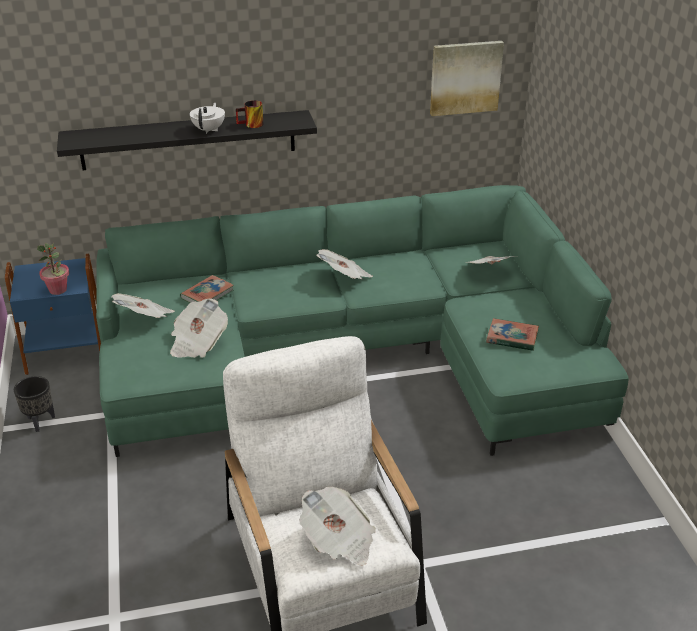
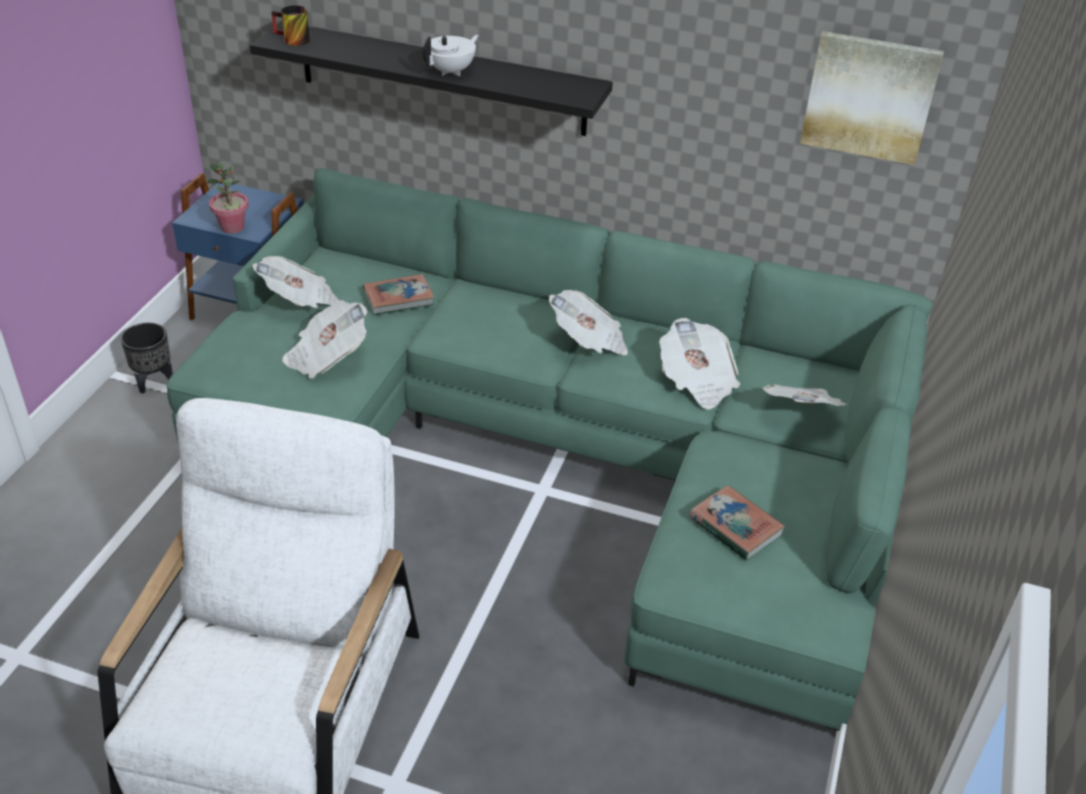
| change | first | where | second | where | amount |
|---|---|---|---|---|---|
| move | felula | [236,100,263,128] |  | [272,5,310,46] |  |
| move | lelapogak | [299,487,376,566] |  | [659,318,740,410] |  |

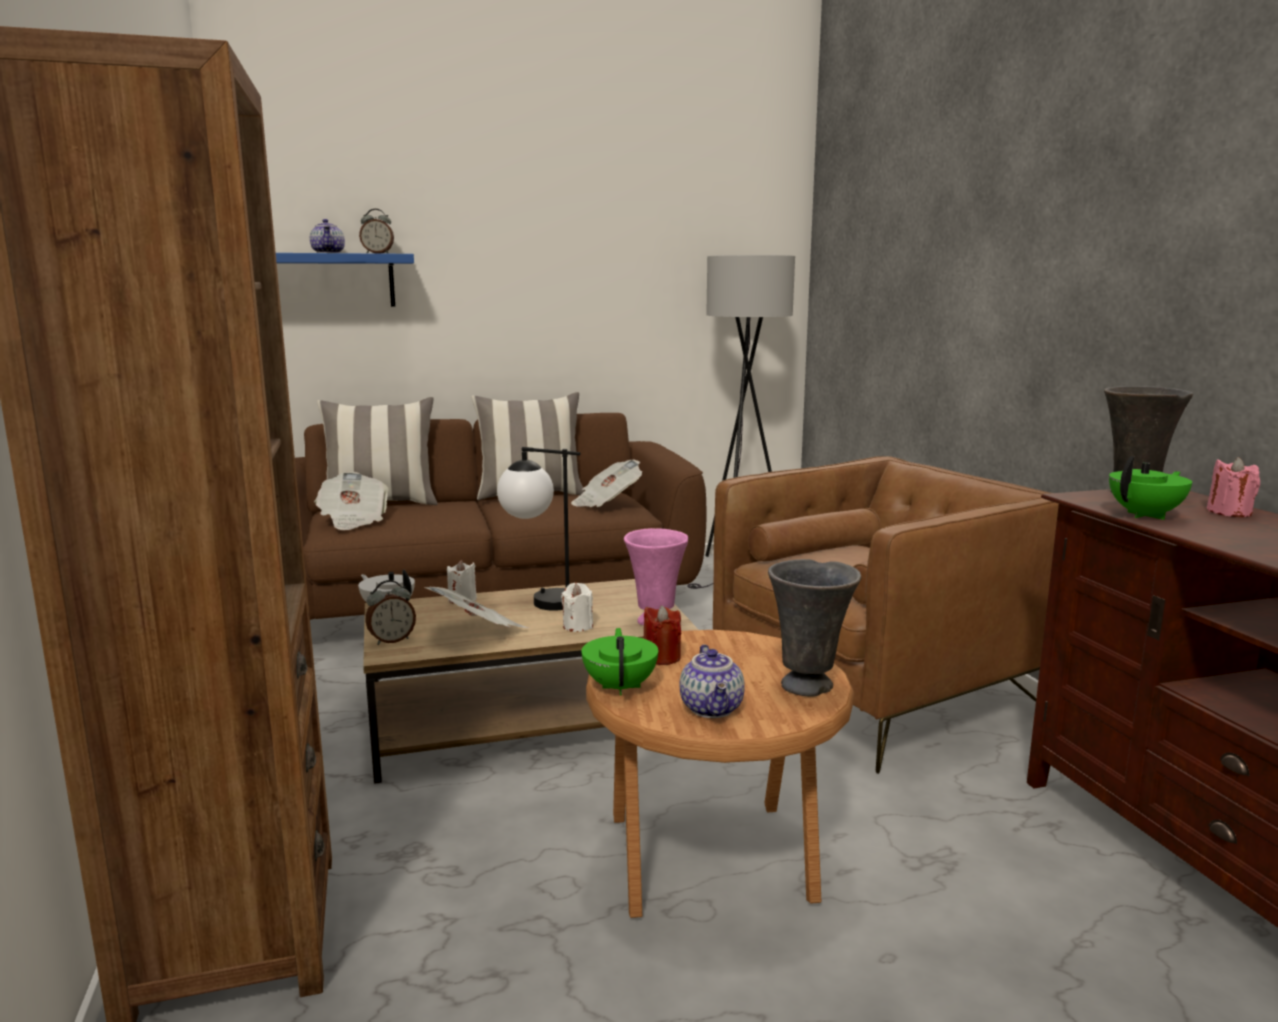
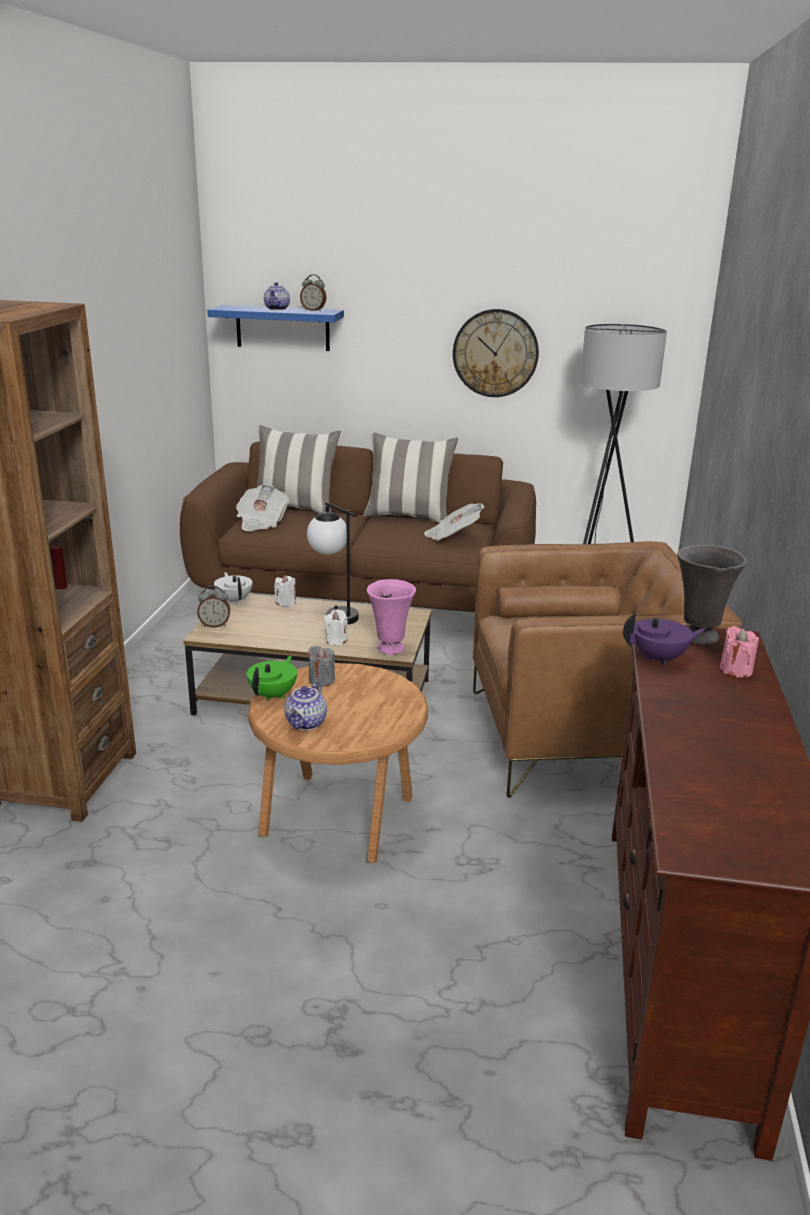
| change | first | where | second | where | amount |
|---|---|---|---|---|---|
| recolor | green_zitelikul | [1109,456,1192,520] | purple_zitelikul | [623,613,706,666] |  |
| delete | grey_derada | [768,559,861,697] |  |  |  |
| delete | lelapogak | [424,587,529,628] |  |  |  |
| recolor | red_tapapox | [644,605,681,665] | grey_tapapox | [308,645,335,687] |  |
| insert |  |  | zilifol | [453,309,539,397] |  |

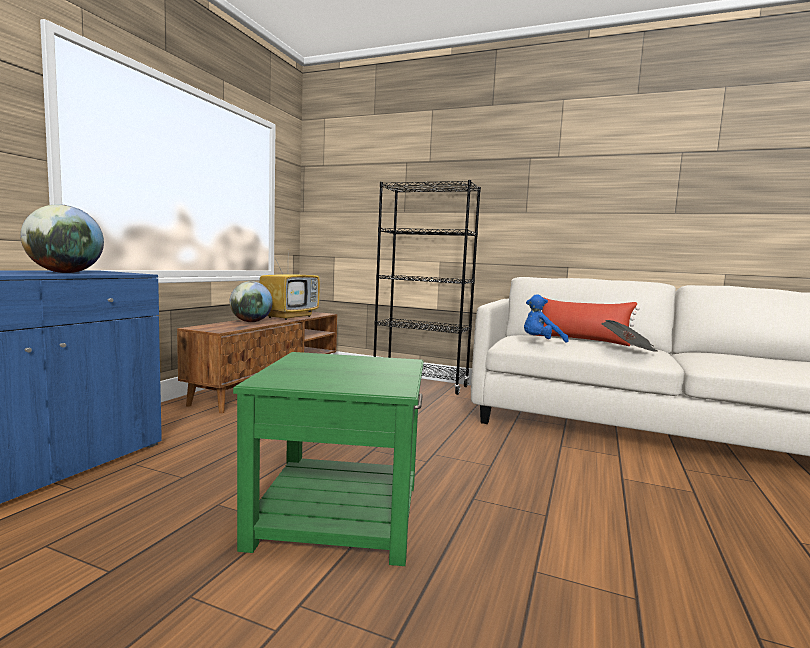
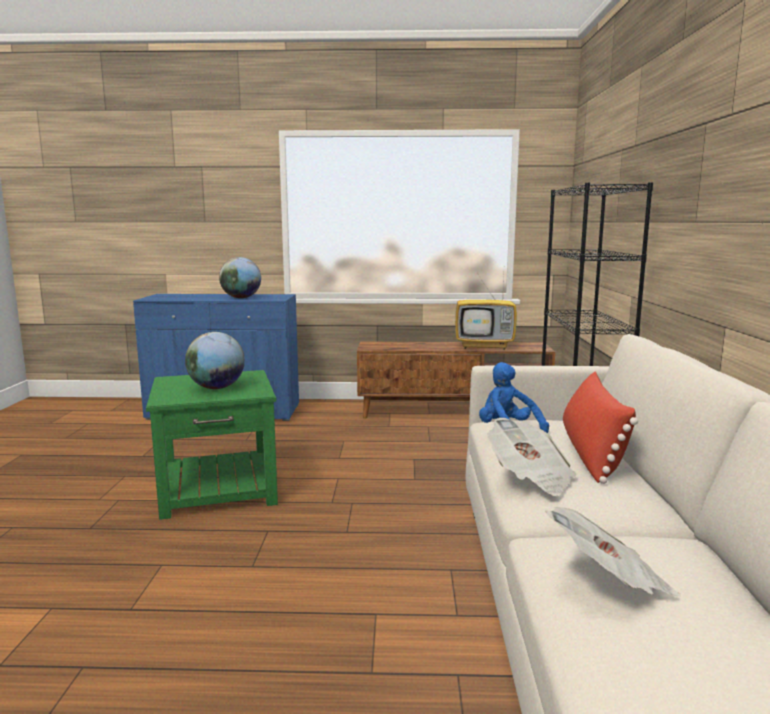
| change | first | where | second | where | amount |
|---|---|---|---|---|---|
| move | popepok | [230,281,273,322] |  | [185,332,245,389] |  |
| insert |  |  | lelapogak | [545,507,681,596] |  |

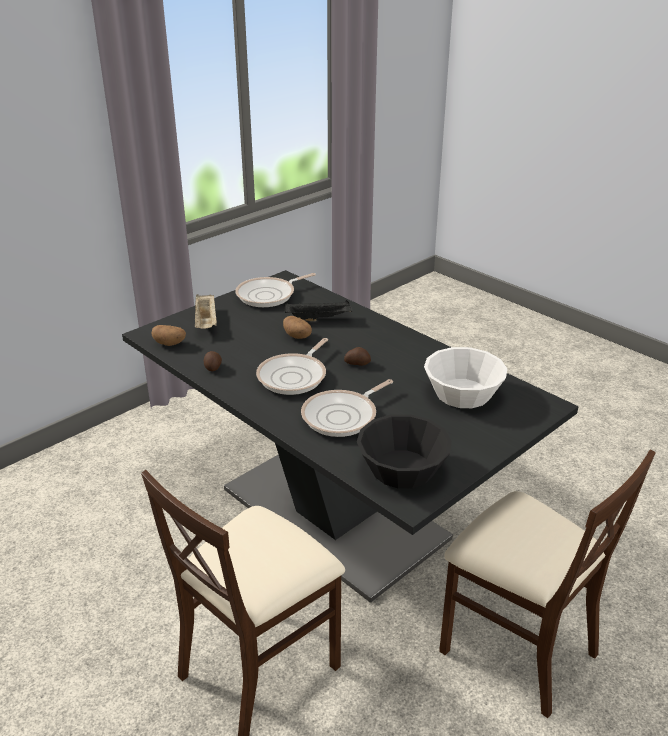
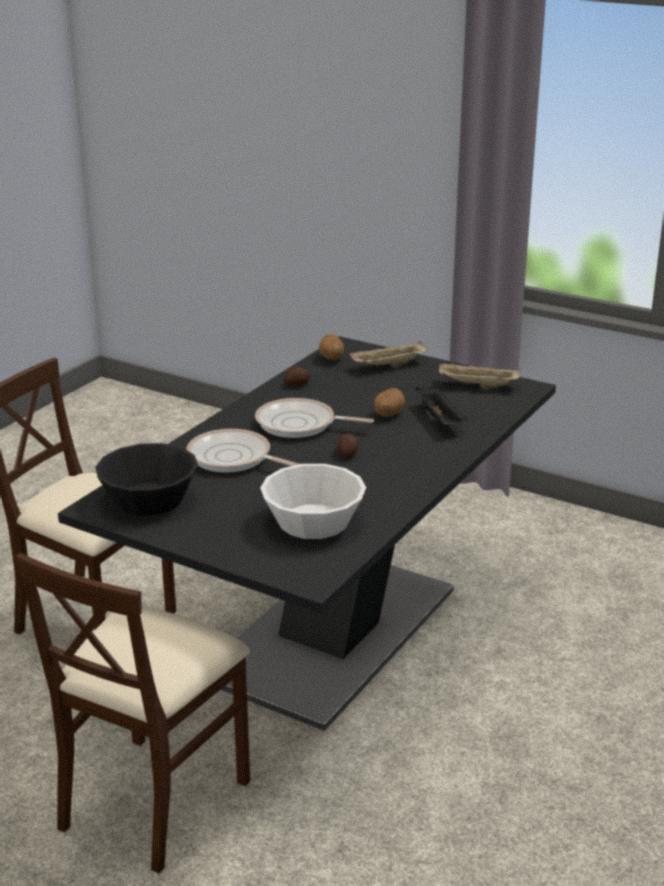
| change | first | where | second | where | amount |
|---|---|---|---|---|---|
| replace | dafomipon | [235,273,316,307] | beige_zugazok | [439,363,521,388] |  |

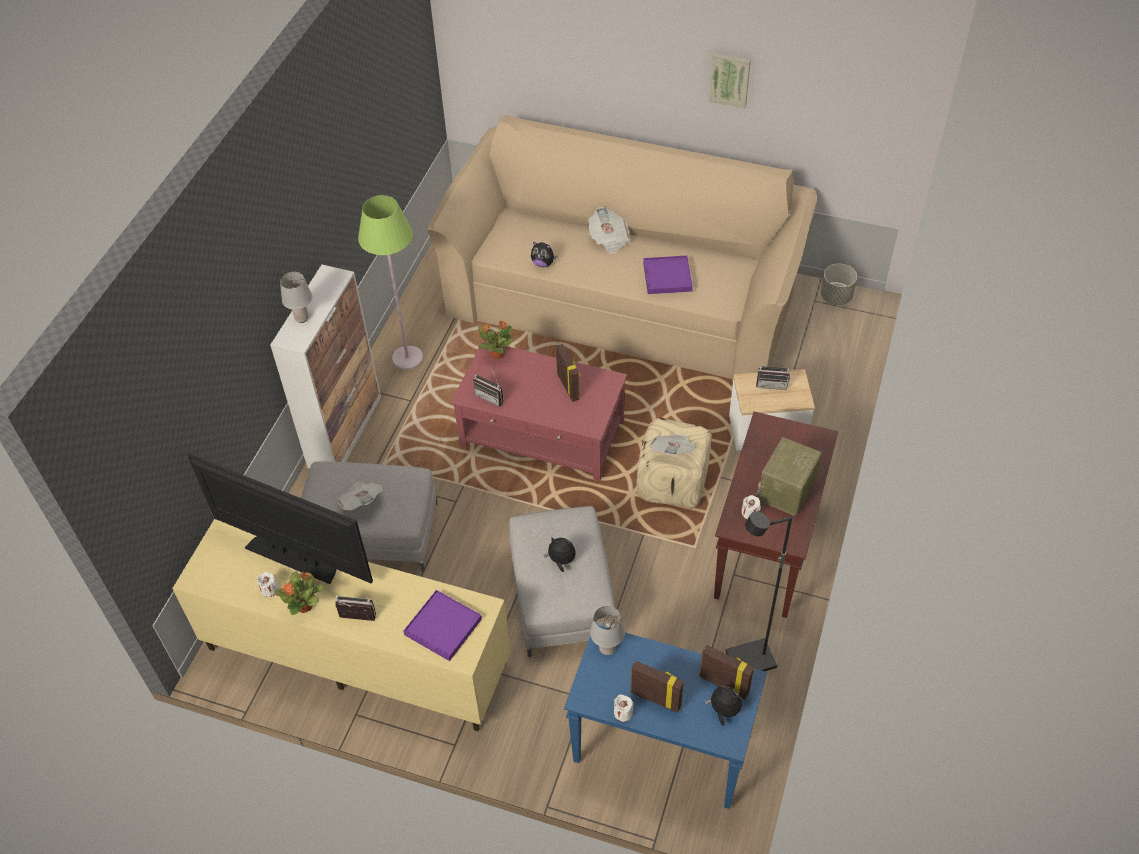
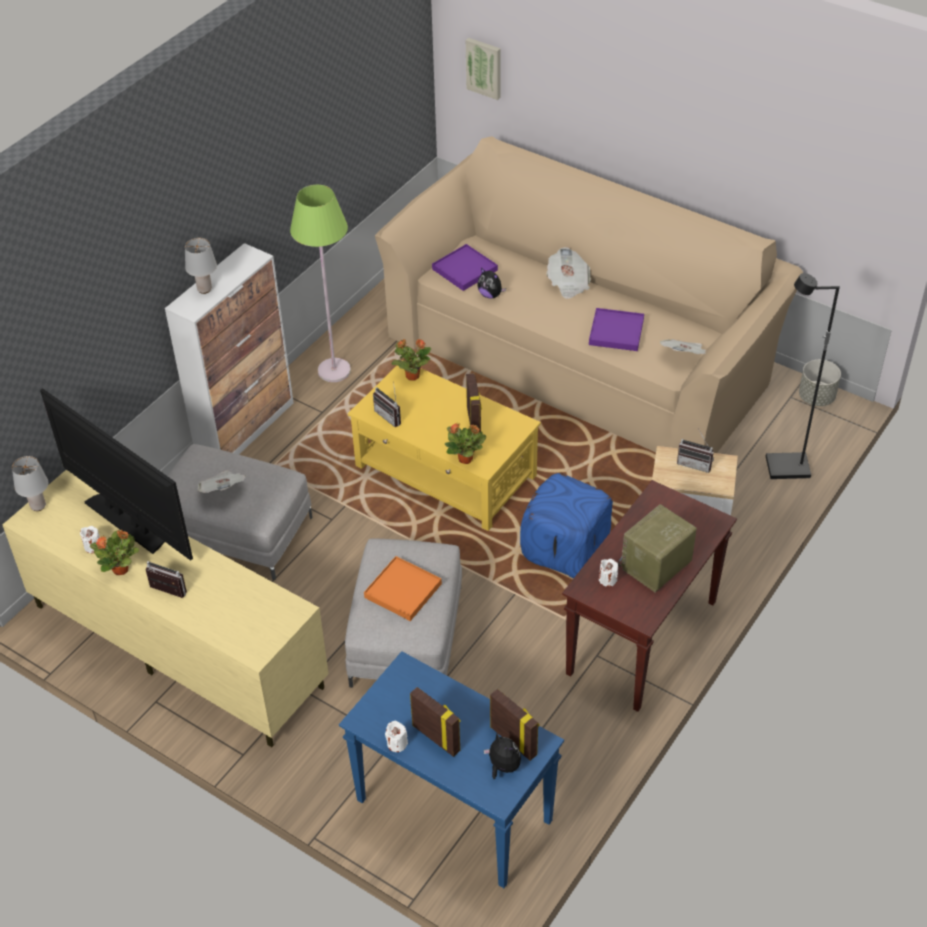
| change | first | where | second | where | amount |
|---|---|---|---|---|---|
| move | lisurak | [709,53,751,108] |  | [466,38,501,100] |  |
| recolor | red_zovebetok | [451,341,627,481] | yellow_zovebetok | [348,360,541,531] |  |
| recolor | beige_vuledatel | [636,417,712,509] | blue_vuledatel | [520,473,613,579] |  |
| move | lelapogak | [649,434,696,455] |  | [660,339,706,354] |  |
| move | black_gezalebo | [726,511,792,671] |  | [766,273,840,479] |  |
| replace | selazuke | [544,538,576,572] | orange_zugazok | [364,556,442,621] |  |
| move | purple_zugazok | [403,590,482,661] |  | [432,244,498,291] |  |
| move | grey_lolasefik | [590,606,625,655] |  | [12,456,48,511] |  |
| insert |  |  | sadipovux | [445,423,486,464] |  |

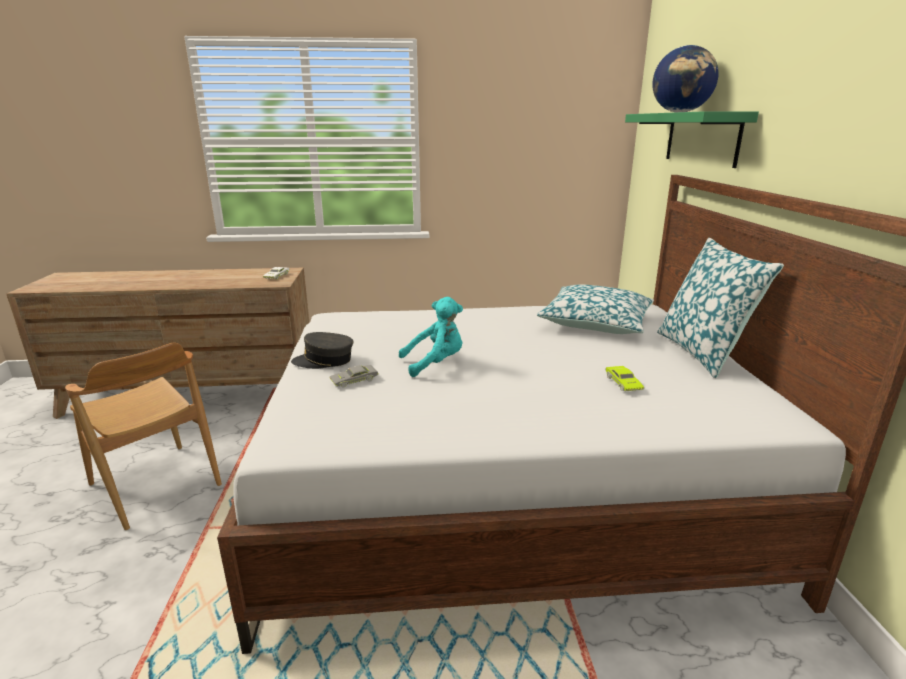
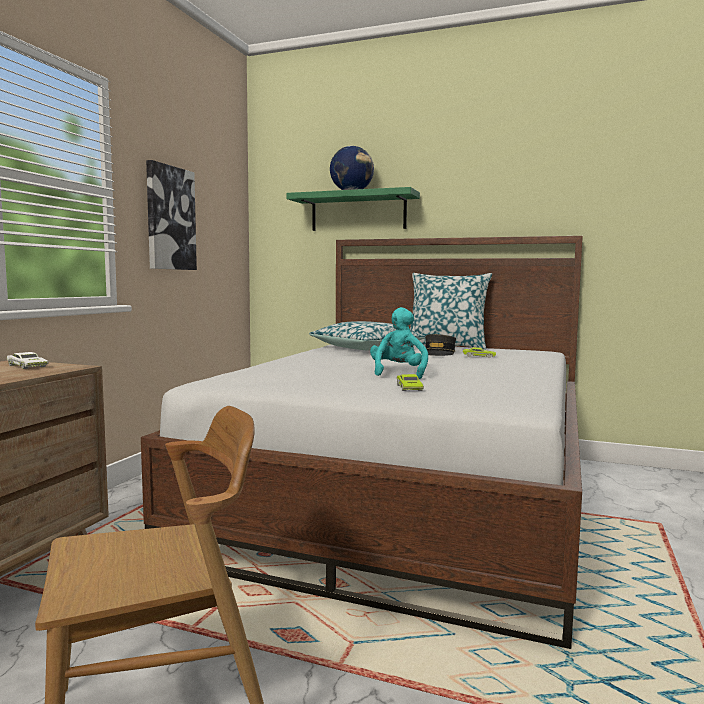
| change | first | where | second | where | amount |
|---|---|---|---|---|---|
| move | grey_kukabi | [291,332,353,369] |  | [425,334,456,356] |  |
| recolor | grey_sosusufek | [329,365,379,388] | green_sosusufek | [397,374,424,391] |  |
| insert |  |  | lisurak | [146,160,197,270] |  |

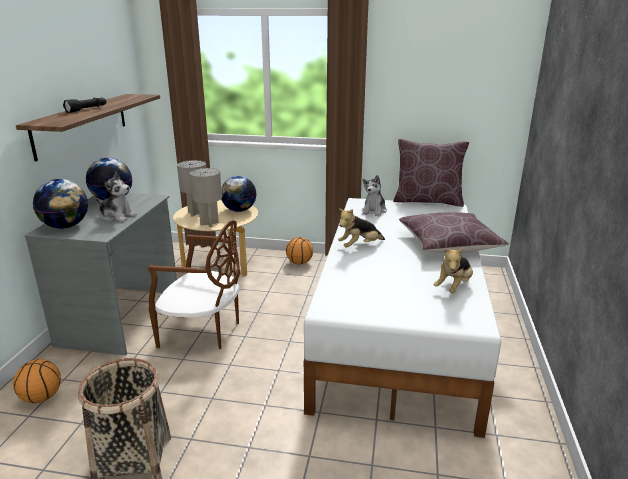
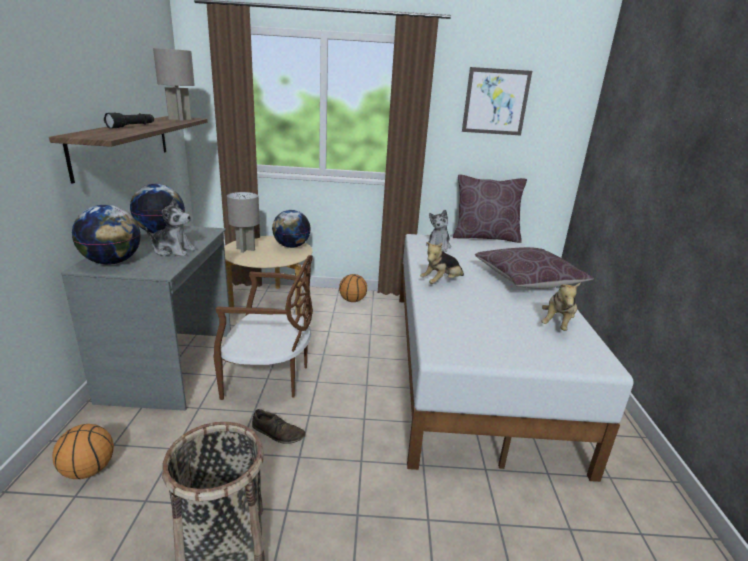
| change | first | where | second | where | amount |
|---|---|---|---|---|---|
| move | grey_lolasefik | [190,168,222,227] |  | [153,48,195,121] |  |
| insert |  |  | lisurak | [462,67,532,135] |  |
| insert |  |  | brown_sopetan | [252,409,305,444] |  |

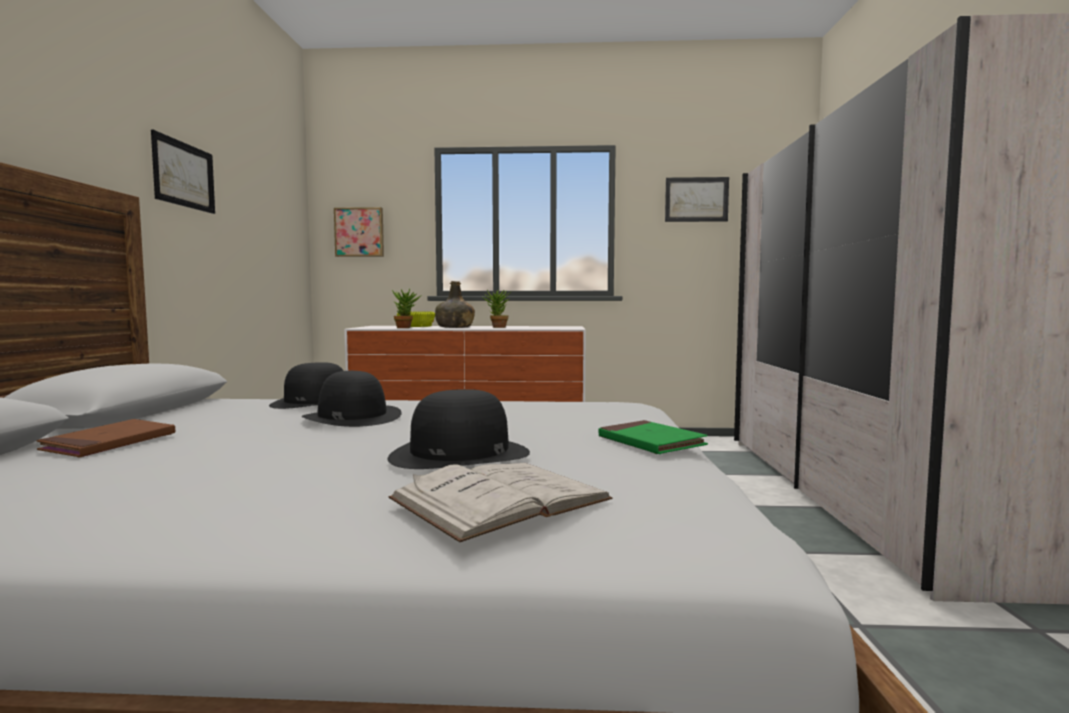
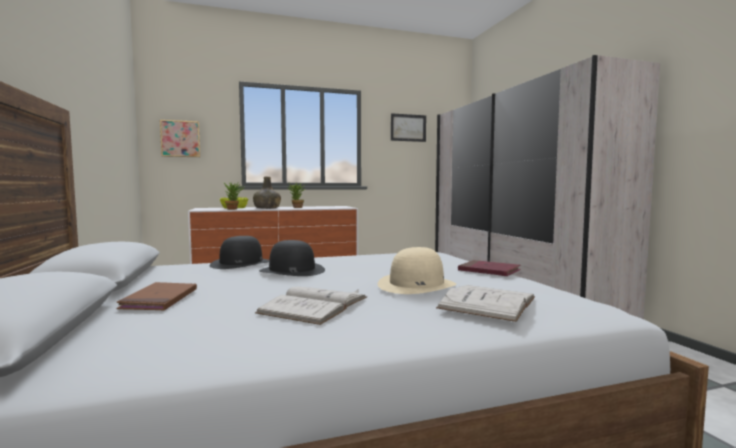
| change | first | where | second | where | amount |
|---|---|---|---|---|---|
| delete | lisurak | [151,130,215,214] |  |  |  |
| recolor | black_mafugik | [388,389,530,469] | beige_mafugik | [378,247,456,294] |  |
| recolor | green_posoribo | [599,420,708,454] | red_posoribo | [458,260,521,276] |  |
| insert |  |  | white_posoribo | [255,287,367,325] |  |

